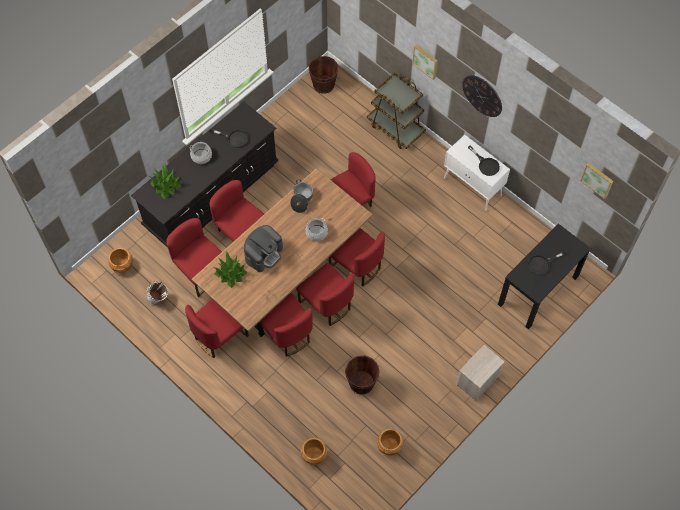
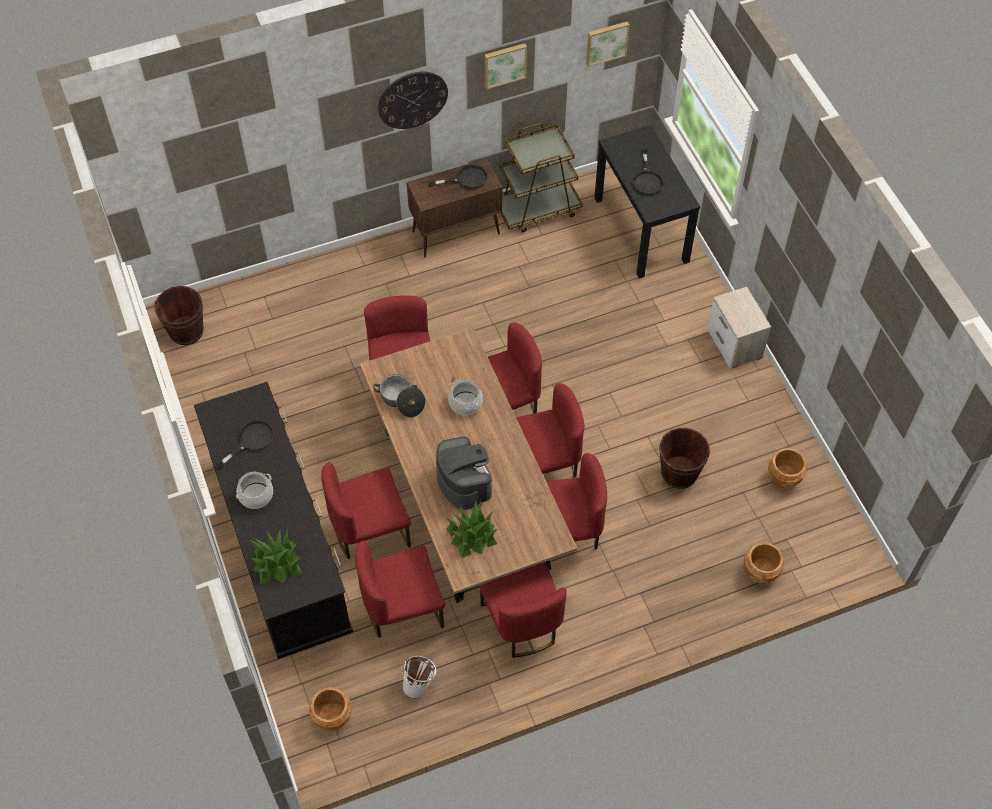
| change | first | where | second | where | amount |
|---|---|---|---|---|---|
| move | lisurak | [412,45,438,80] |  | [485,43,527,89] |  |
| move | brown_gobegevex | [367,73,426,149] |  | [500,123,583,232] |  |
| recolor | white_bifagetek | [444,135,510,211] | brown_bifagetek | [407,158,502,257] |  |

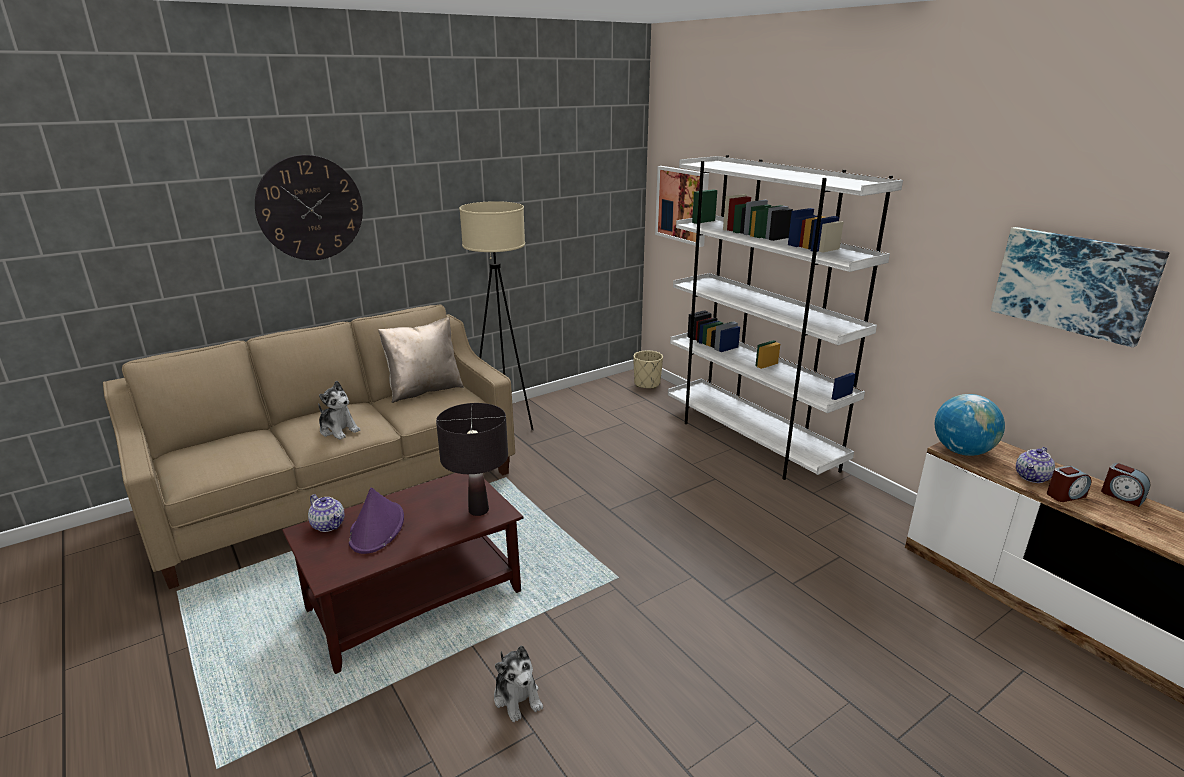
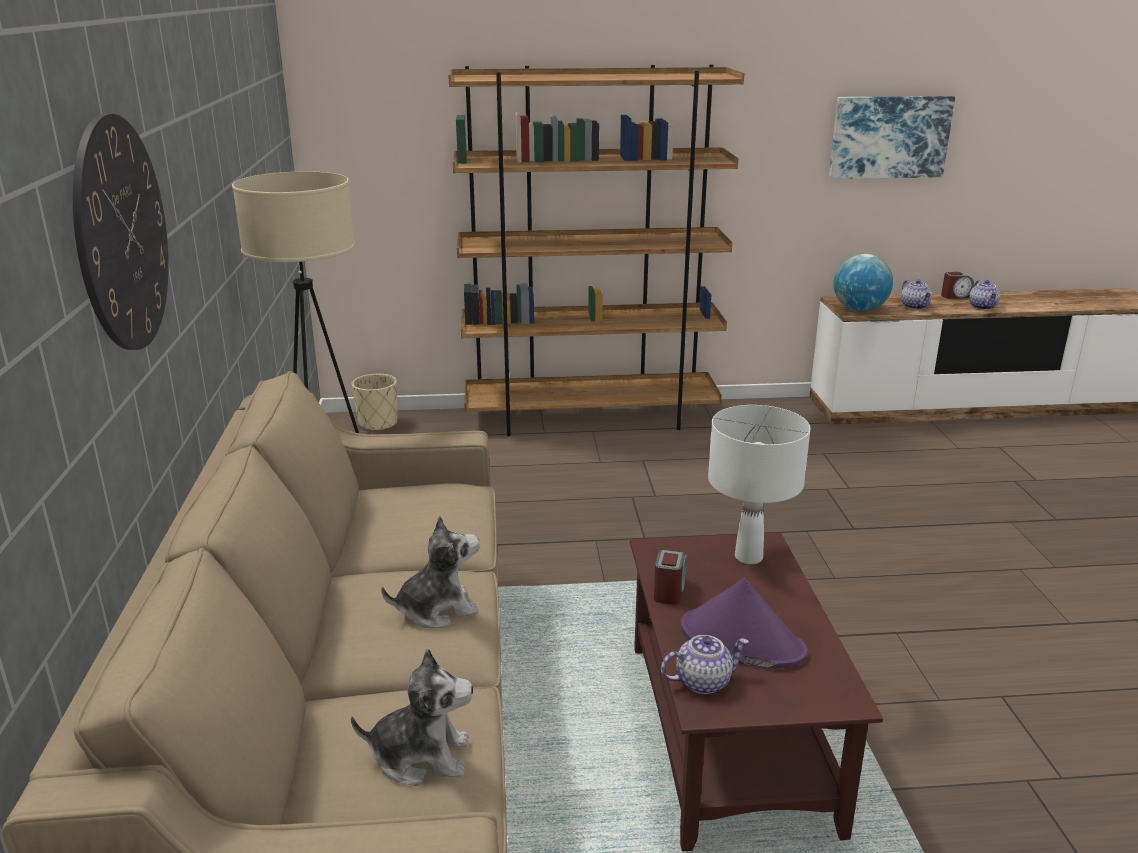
| change | first | where | second | where | amount |
|---|---|---|---|---|---|
| recolor | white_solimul | [668,155,903,480] | brown_solimul | [448,64,745,436] |  |
| delete | lisurak | [655,166,709,247] |  |  |  |
| delete | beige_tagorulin | [378,317,464,403] |  |  |  |
| recolor | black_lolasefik | [436,403,508,516] | white_lolasefik | [708,405,811,564] |  |
| move | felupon | [1047,466,1091,502] |  | [654,550,687,605] |  |
| move | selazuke | [494,645,543,722] |  | [351,648,473,786] |  |
| insert |  |  | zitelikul | [969,280,1000,310] |  |

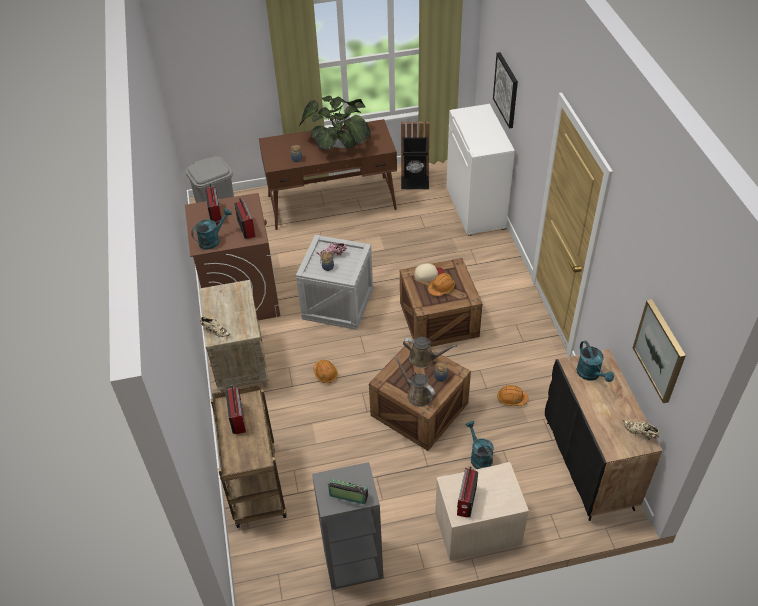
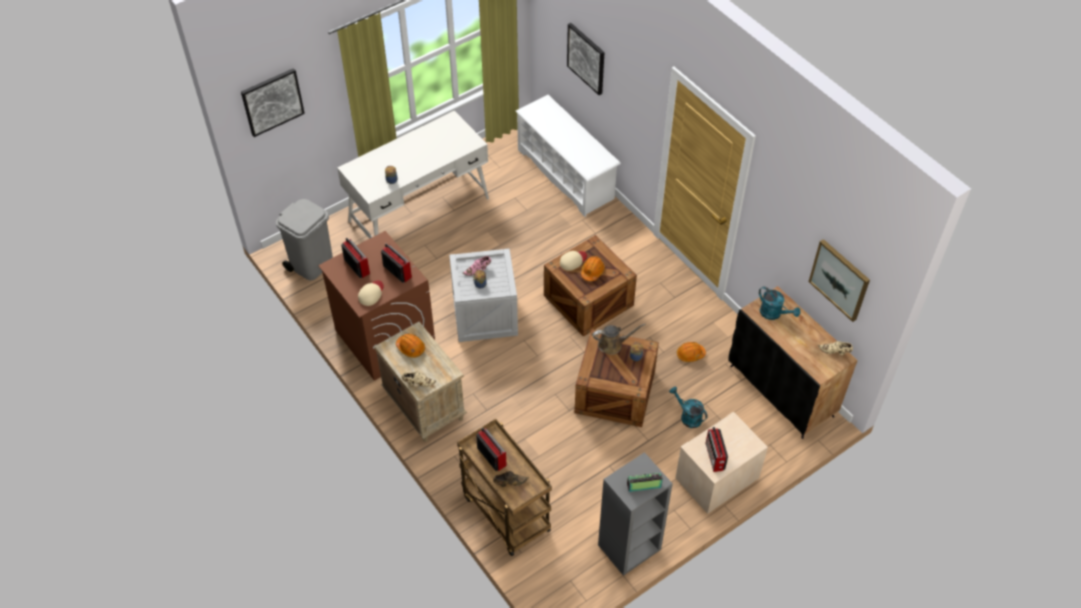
| change | first | where | second | where | amount |
|---|---|---|---|---|---|
| delete | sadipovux | [299,96,371,150] |  |  |  |
| replace | white_bifagetek | [446,104,515,236] | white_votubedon | [516,95,621,217] |  |
| recolor | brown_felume | [259,119,397,230] | white_felume | [337,111,489,239] |  |
| delete | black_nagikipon | [401,121,430,189] |  |  |  |
| replace | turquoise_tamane | [191,208,232,249] | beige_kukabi | [358,280,384,306] |  |
| delete | brown_tamane | [394,355,435,407] |  |  |  |
| move | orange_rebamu | [313,360,338,383] |  | [396,334,425,358] |  |
| insert |  |  | lisurak | [241,68,305,137] |  |
| insert |  |  | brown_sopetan | [493,471,529,487] |  |

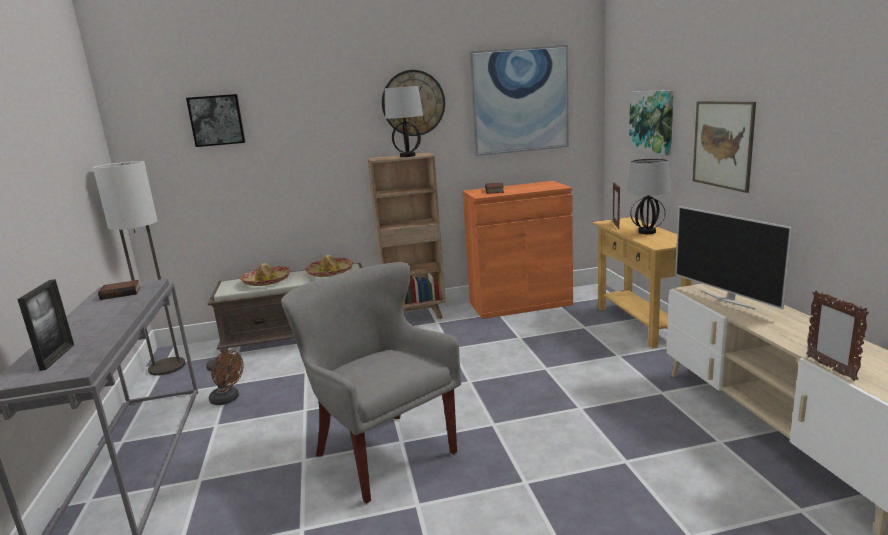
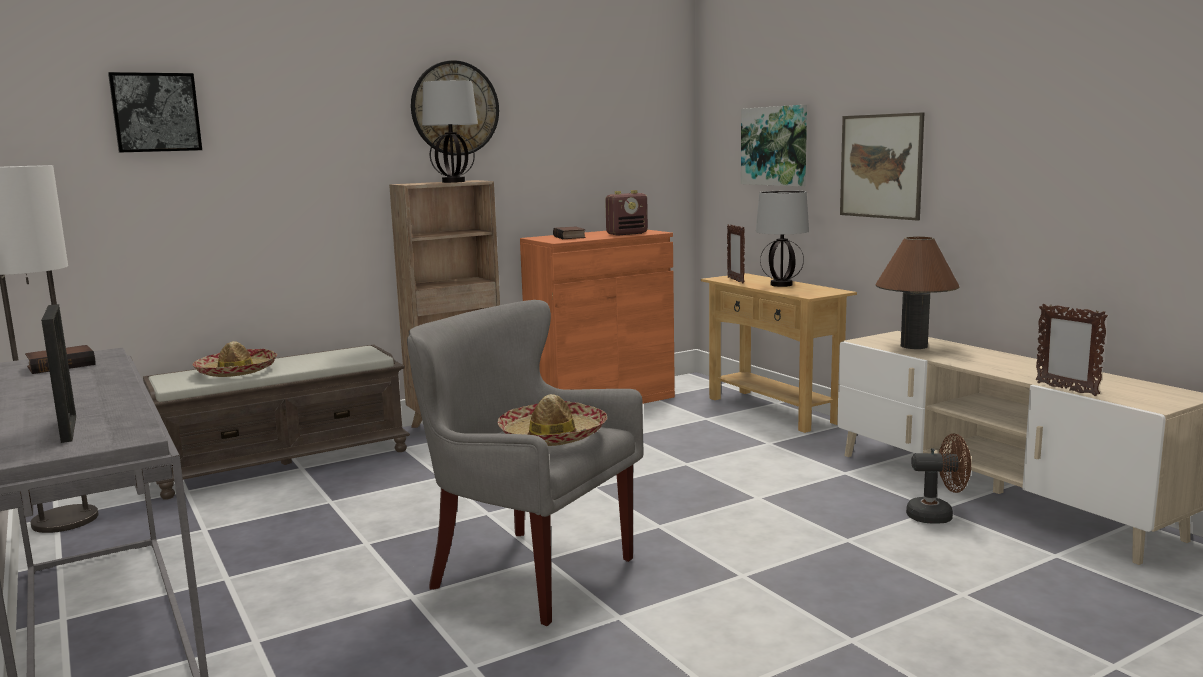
| change | first | where | second | where | amount |
|---|---|---|---|---|---|
| delete | lisurak | [469,45,569,156] |  |  |  |
| replace | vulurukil | [675,206,792,310] | brown_lolasefik | [876,236,959,349] |  |
| move | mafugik | [305,255,354,277] |  | [498,394,607,446] |  |
| move | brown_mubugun | [206,350,244,405] |  | [906,434,971,524] |  |
| insert |  |  | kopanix | [605,190,648,236] |  |

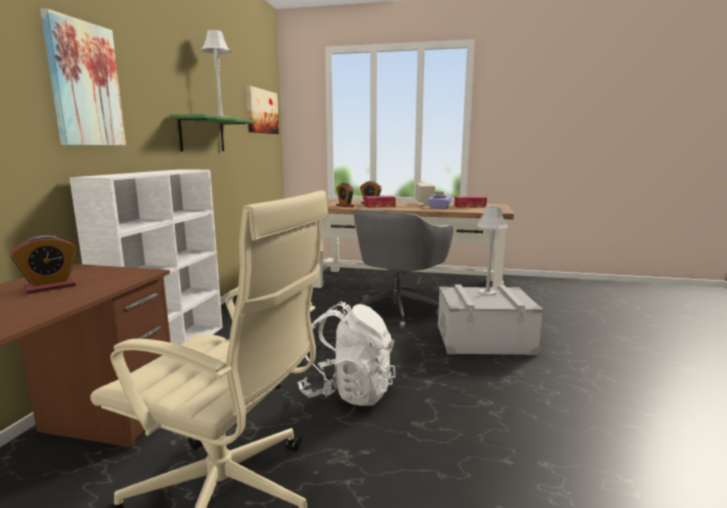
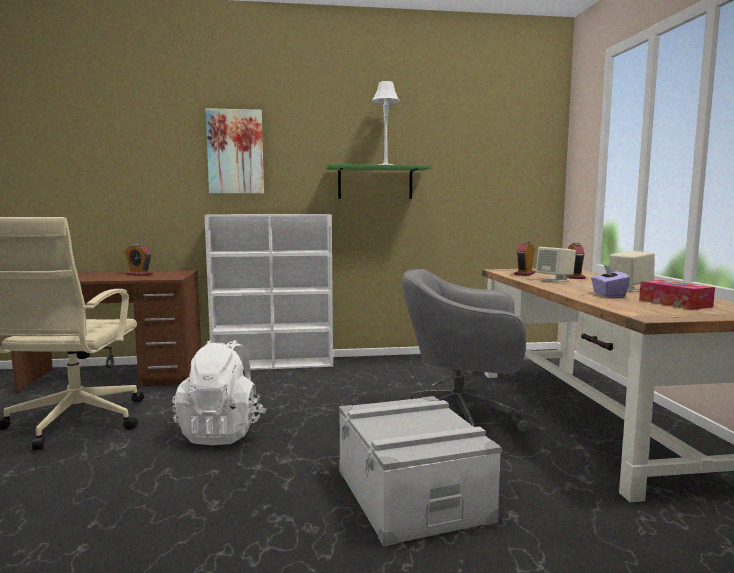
| change | first | where | second | where | amount |
|---|---|---|---|---|---|
| delete | lisurak | [246,85,279,134] |  |  |  |
| replace | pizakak | [364,196,396,208] | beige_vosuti | [536,247,576,282] |  |
| delete | grey_lolasefik | [477,206,508,296] |  |  |  |

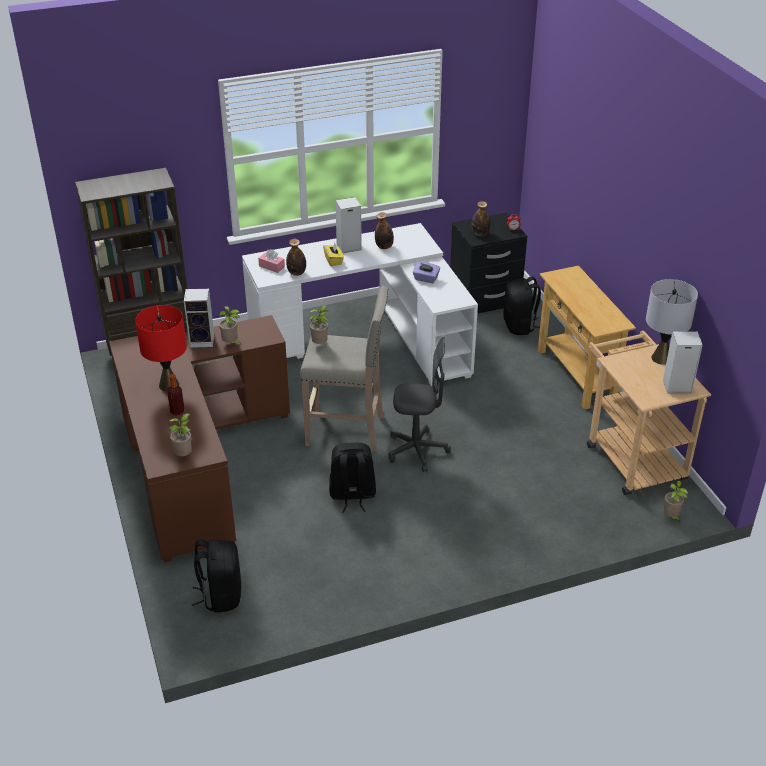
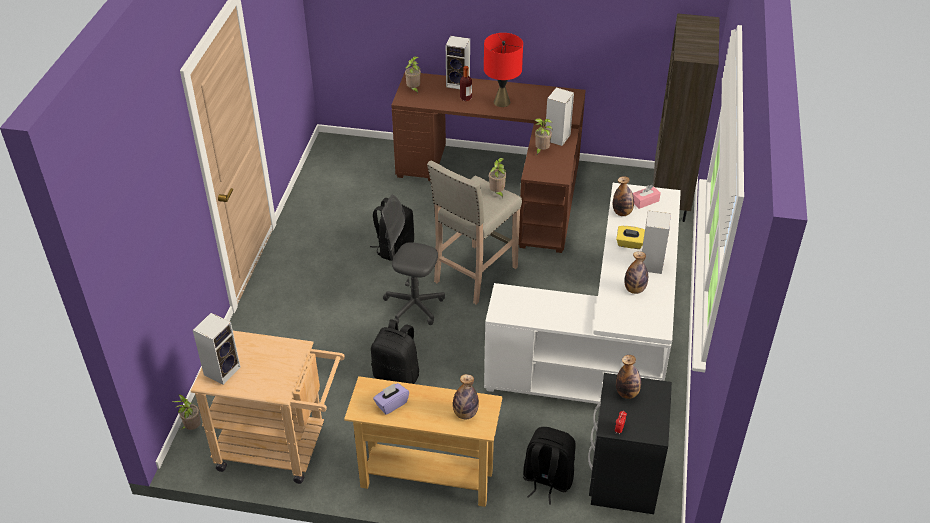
| change | first | where | second | where | amount |
|---|---|---|---|---|---|
| move | purple_pizakak | [413,262,440,283] |  | [373,383,409,415] |  |
| delete | grey_lolasefik | [646,279,698,365] |  |  |  |
| rotate | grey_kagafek | [388,337,451,472] |  | [382,195,445,325] | 75 degrees clockwise |
| move | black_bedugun | [192,539,241,612] |  | [371,319,420,384] |  |
| insert |  |  | vosuti | [446,36,470,89] |  |
| insert |  |  | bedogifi | [453,374,479,419] |  |

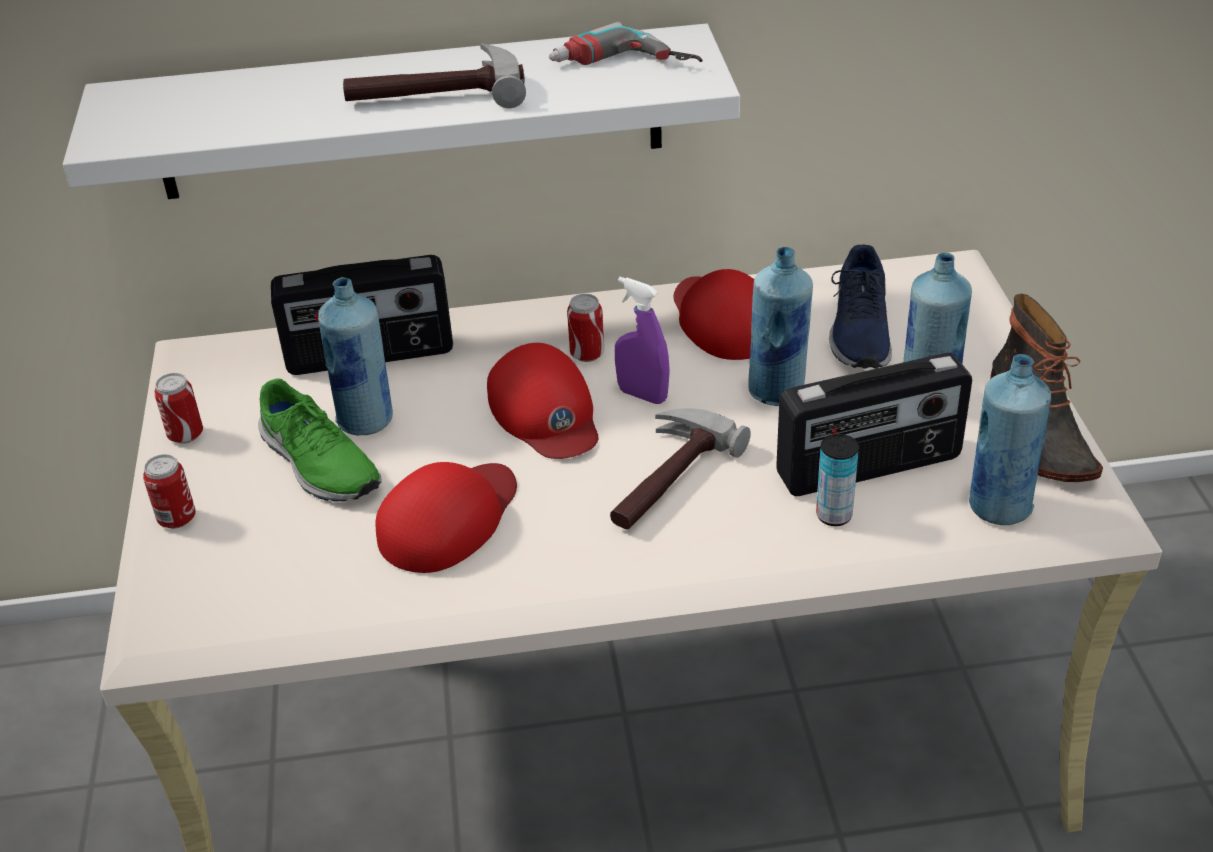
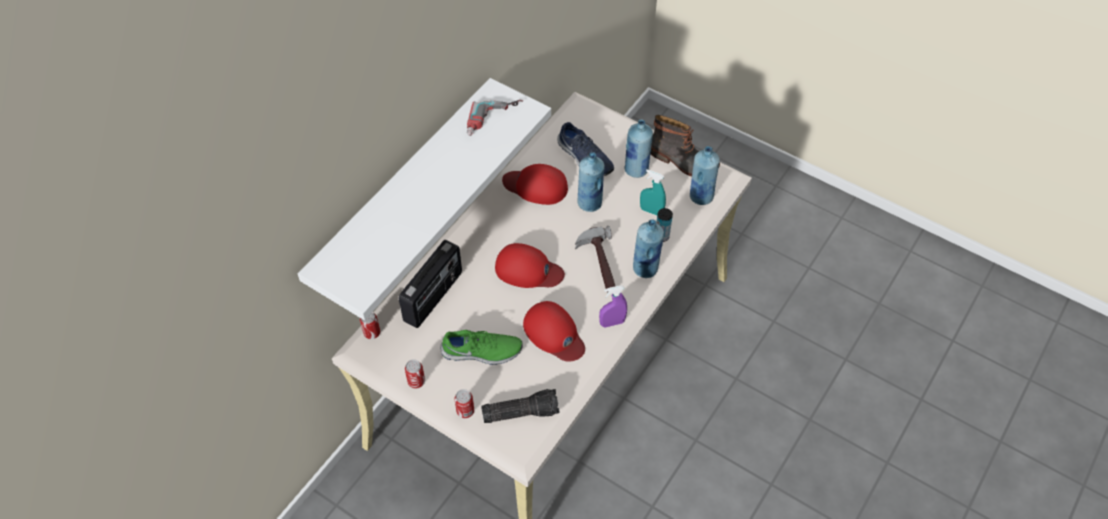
| change | first | where | second | where | amount |
|---|---|---|---|---|---|
| delete | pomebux | [343,43,526,108] |  |  |  |
| move | blue_bedogifi | [318,277,393,436] |  | [633,219,664,278] |  |
| move | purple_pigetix | [615,277,670,404] |  | [599,285,627,327] |  |
| move | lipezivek | [567,294,604,362] |  | [360,312,380,339] |  |
| replace | kopanix | [776,353,972,496] | turquoise_pigetix | [640,169,666,215] |  |
| rotate | red_kukabi | [375,462,517,573] |  | [523,301,585,362] | 150 degrees clockwise |
| insert |  |  | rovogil | [481,389,560,423] |  |

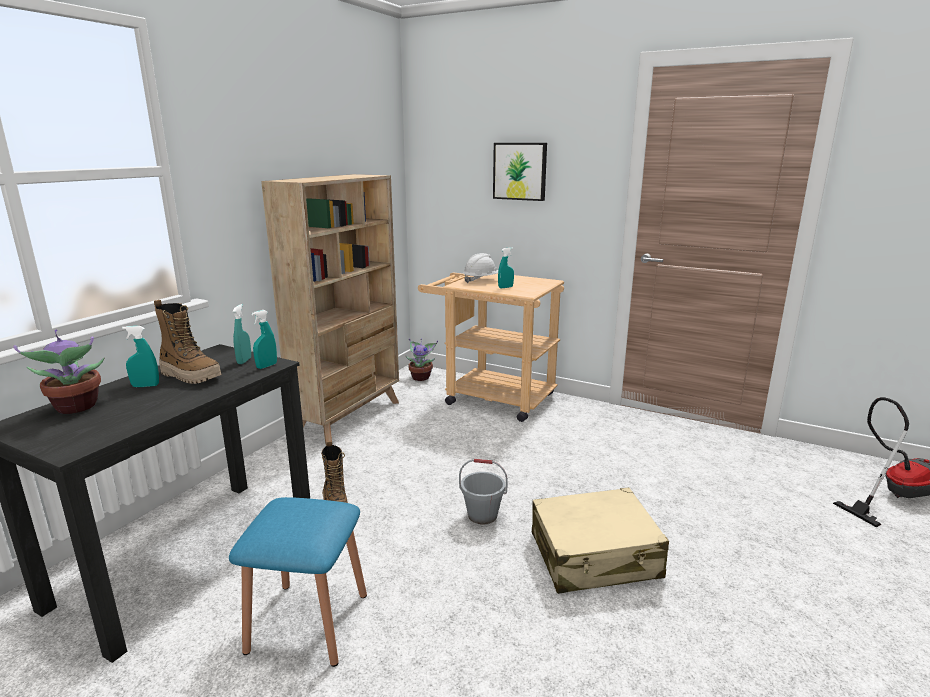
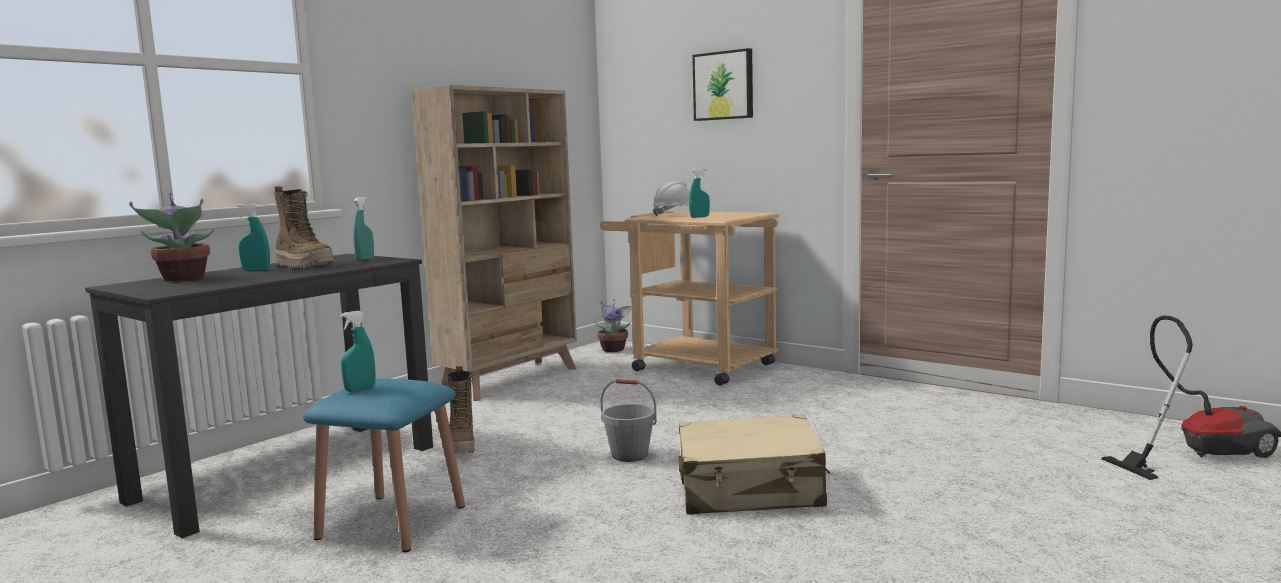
| change | first | where | second | where | amount |
|---|---|---|---|---|---|
| move | turquoise_pigetix | [251,310,277,369] |  | [340,311,376,392] |  |

